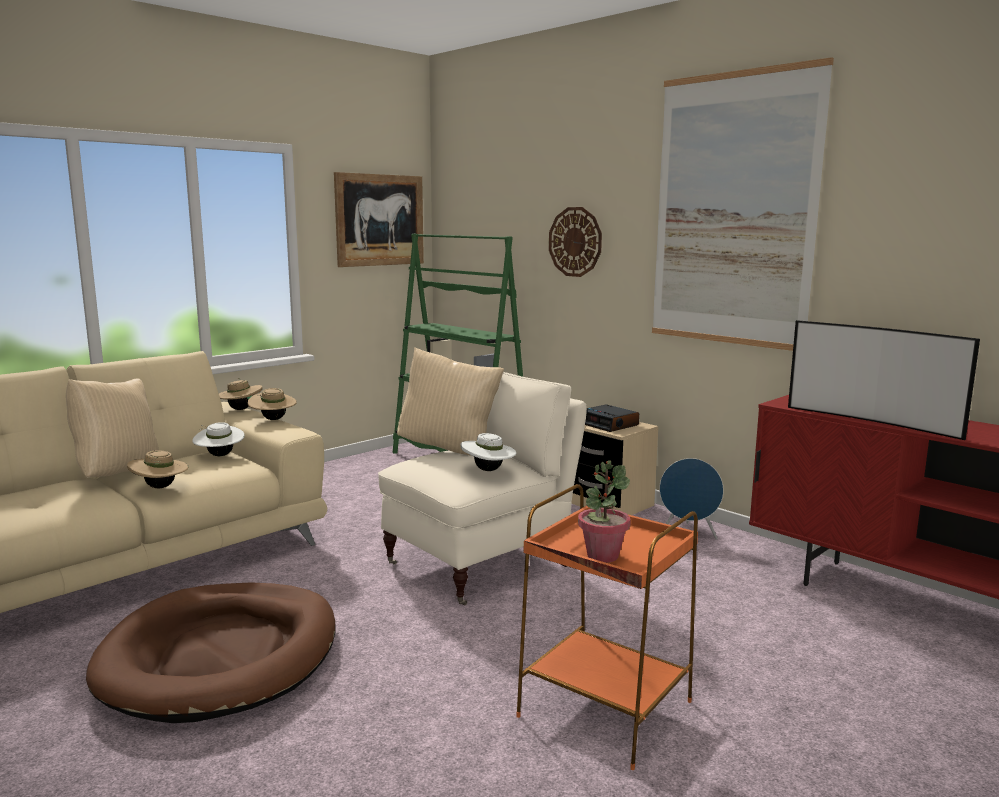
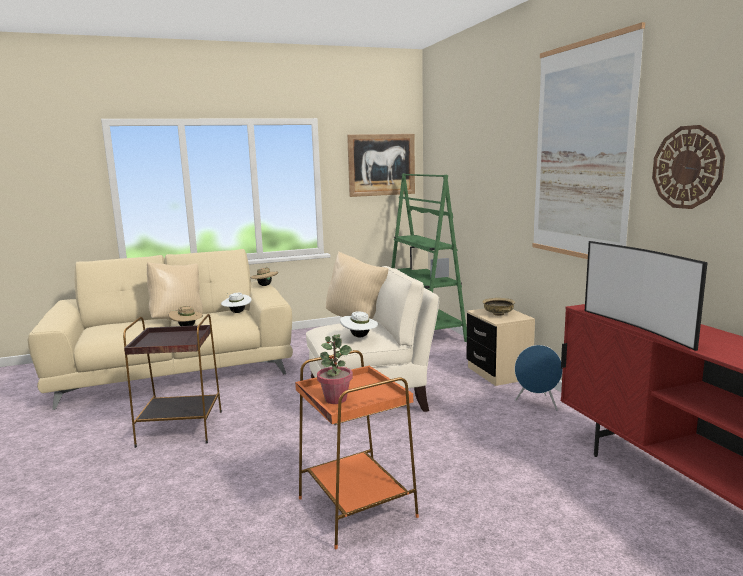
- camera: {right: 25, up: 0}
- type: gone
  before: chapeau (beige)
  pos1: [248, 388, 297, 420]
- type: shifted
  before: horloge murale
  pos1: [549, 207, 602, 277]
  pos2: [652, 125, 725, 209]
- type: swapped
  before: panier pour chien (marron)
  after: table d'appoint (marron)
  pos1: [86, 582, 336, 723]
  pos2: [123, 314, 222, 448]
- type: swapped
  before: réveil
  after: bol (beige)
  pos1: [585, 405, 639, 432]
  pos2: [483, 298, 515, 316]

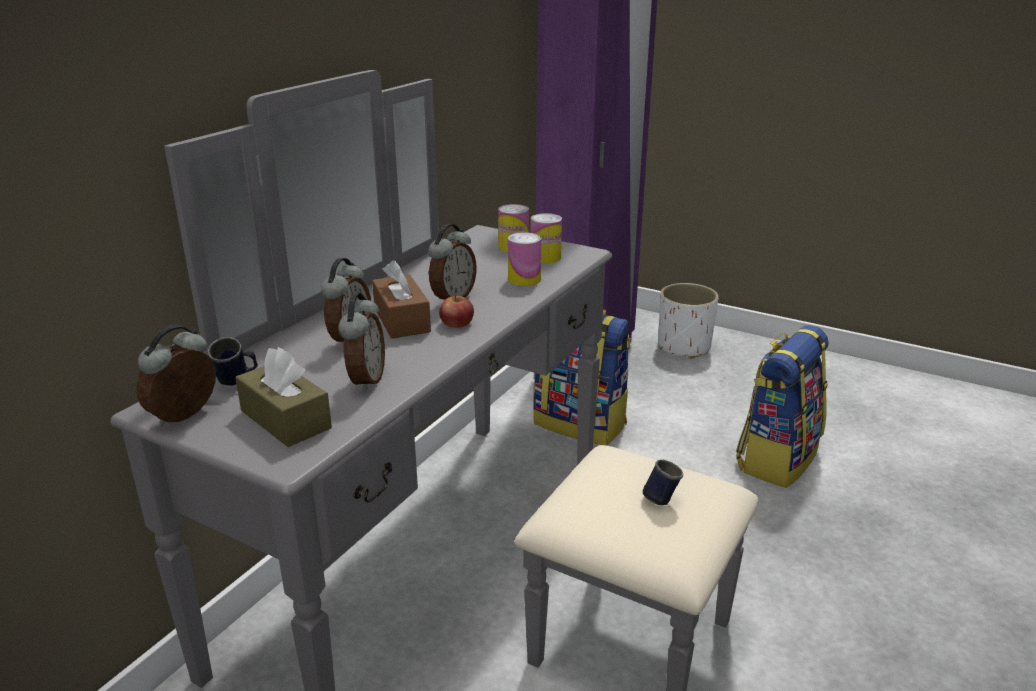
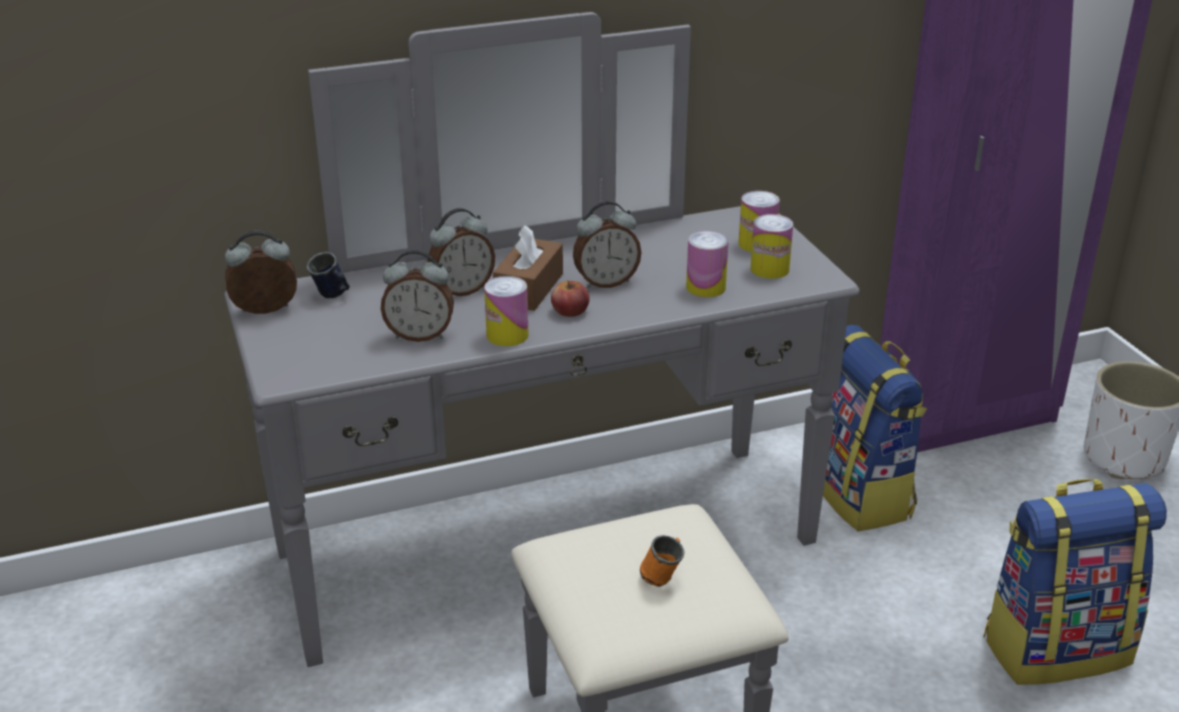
- camera: {right: 40, up: 5}
- type: gone
  before: boîte à mouchoirs (marron)
  pos1: [235, 347, 332, 447]
- type: new
  after: boîte métallique
  pos2: [484, 276, 529, 346]
- type: repainted
  before: mug (bleu)
  after: mug (orange)
  pos1: [643, 460, 683, 505]
  pos2: [640, 535, 684, 587]
- type: rotated
  before: réveil
  pos1: [338, 293, 385, 392]
  pos2: [381, 250, 454, 342]
  turn: 45

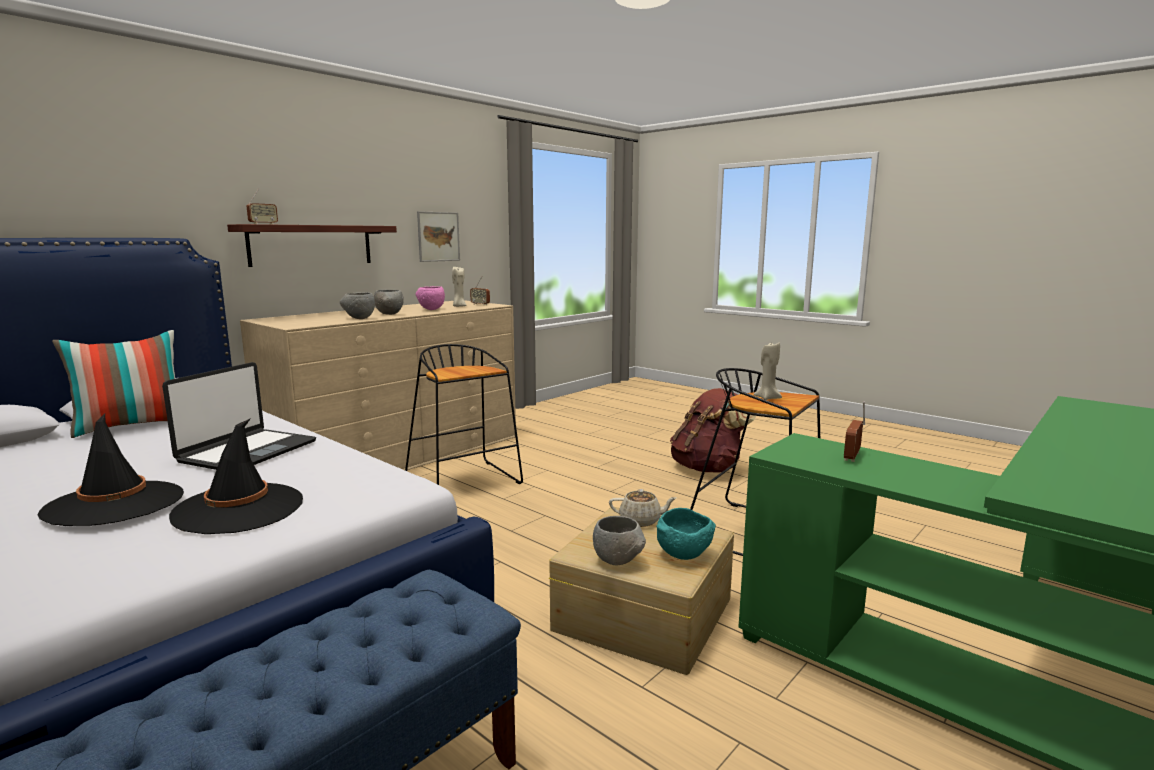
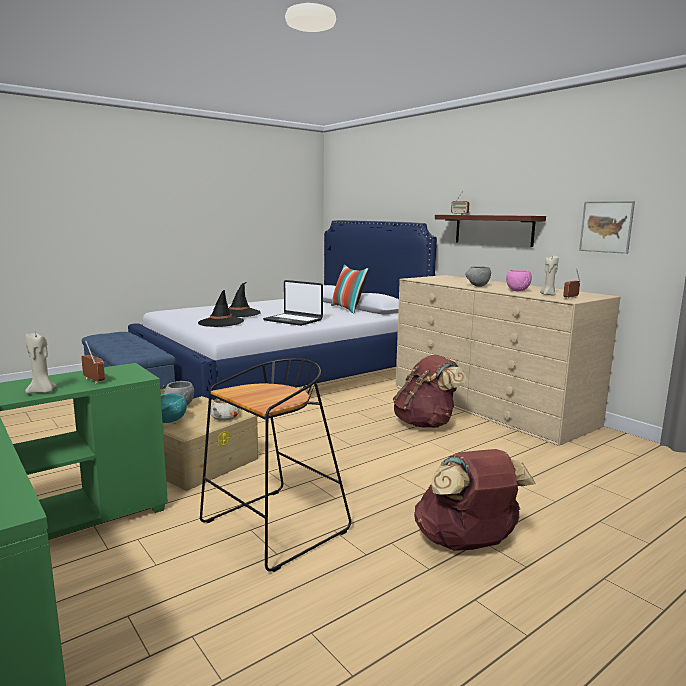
- camera: {right: 100, up: 0}
- type: gone
  before: bol (gris)
  pos1: [340, 292, 375, 319]
- type: shifted
  before: bougie (beige)
  pos1: [753, 343, 782, 400]
  pos2: [25, 333, 57, 393]
- type: swapped
  before: tabouret (noir)
  after: sac à dos (marron)
  pos1: [405, 344, 523, 485]
  pos2: [393, 355, 467, 428]

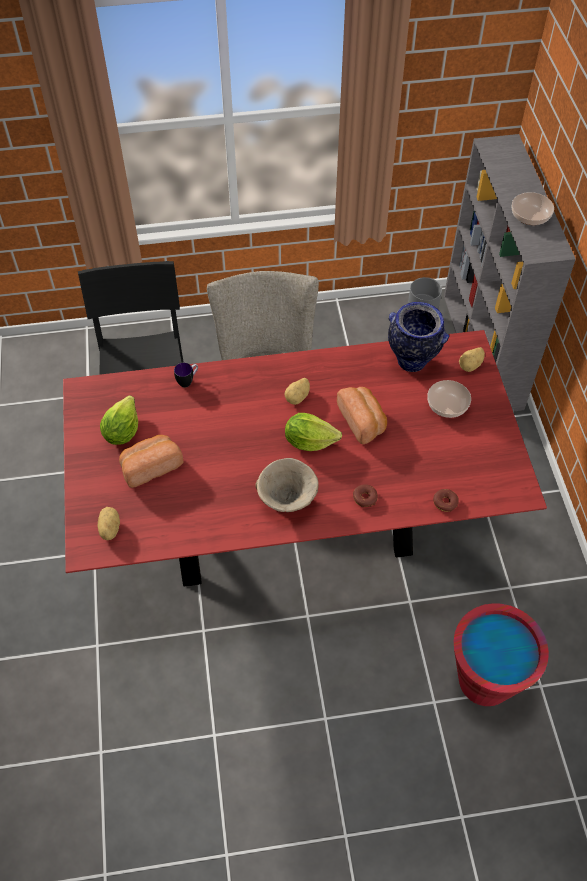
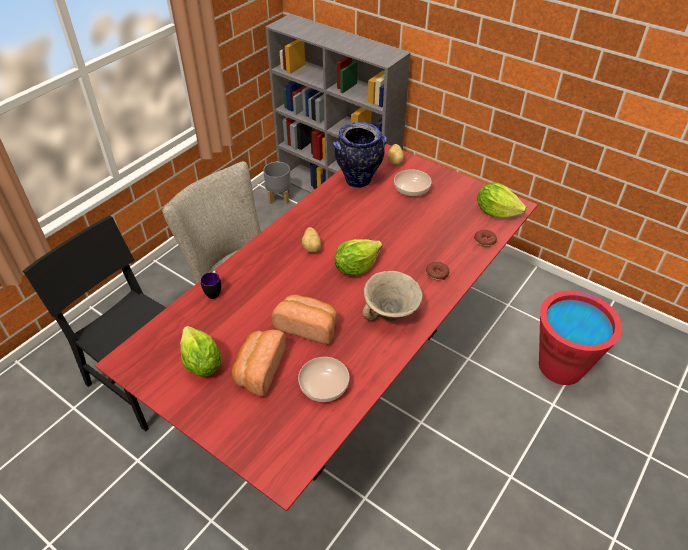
- camera: {right: -45, up: -10}
- type: gone
  before: pomme de terre
  pos1: [98, 507, 120, 540]
- type: new
  after: laitue
  pos2: [477, 182, 527, 218]
- type: shifted
  before: pain
  pos1: [337, 387, 387, 444]
  pos2: [271, 294, 338, 344]
- type: shifted
  before: bol
  pos1: [511, 192, 554, 225]
  pos2: [298, 357, 349, 402]

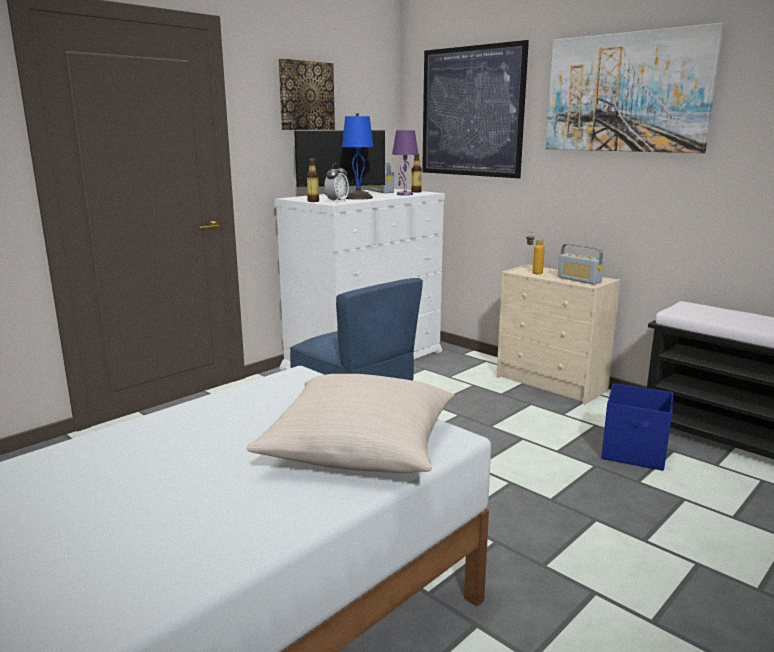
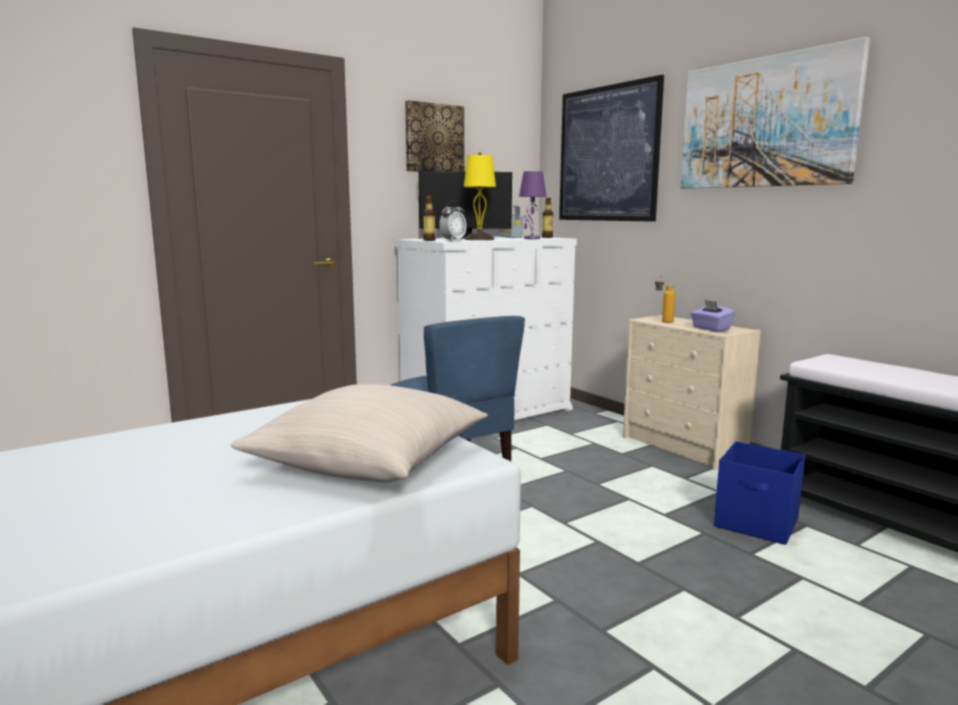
- camera: {right: 10, up: -5}
- type: swapped
  before: radio
  after: boîte à mouchoirs (violet)
  pos1: [558, 244, 604, 285]
  pos2: [691, 299, 735, 331]
- type: repainted
  before: lampe de table (bleu)
  after: lampe de table (jaune)
  pos1: [342, 113, 373, 200]
  pos2: [464, 152, 496, 240]

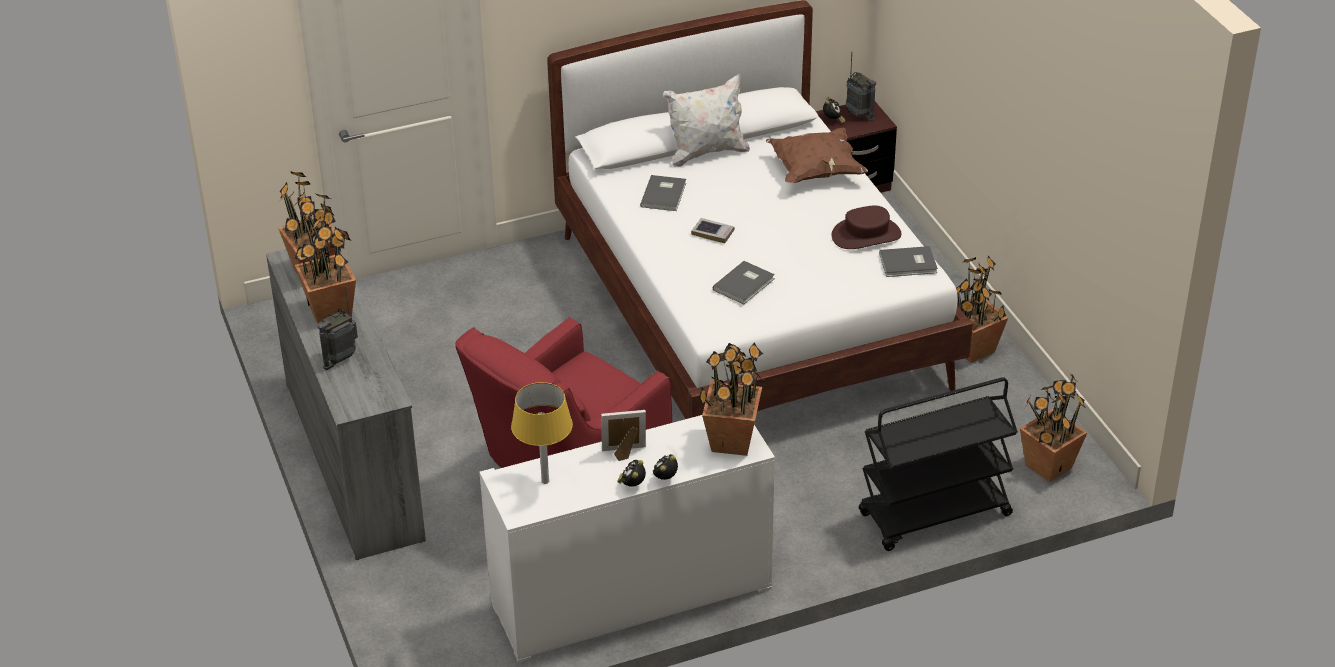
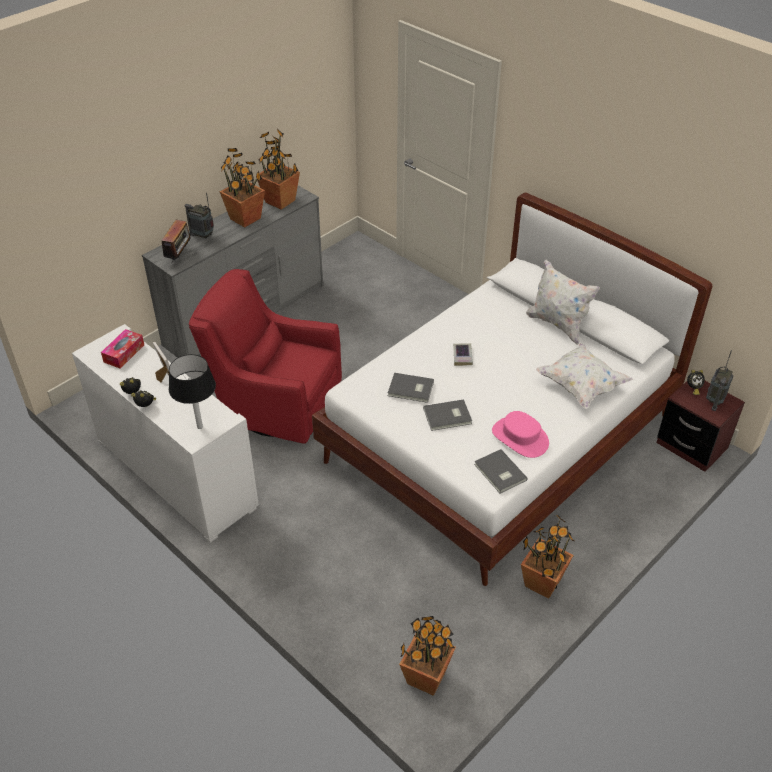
- camera: {right: 65, up: 5}
- type: gone
  before: chariot (noir)
  pos1: [859, 377, 1018, 551]
- type: new
  after: radio
  pos2: [161, 220, 191, 260]
- type: shifted
  before: livre (gris)
  pos1: [640, 175, 686, 211]
  pos2: [423, 399, 472, 431]
- type: swapped
  before: lampe de table (jaune)
  after: boîte à mouchoirs
  pos1: [511, 382, 573, 484]
  pos2: [101, 329, 144, 369]
- type: swapped
  before: plante en pot
  after: lampe de table (noir)
  pos1: [699, 342, 764, 456]
  pos2: [169, 354, 216, 429]
- type: repainted
  before: coussin (marron)
  after: coussin (blanc)
  pos1: [766, 128, 868, 183]
  pos2: [536, 343, 633, 409]
- type: repainted
  before: chapeau (marron)
  after: chapeau (rose)
  pos1: [832, 206, 902, 249]
  pos2: [492, 411, 549, 458]

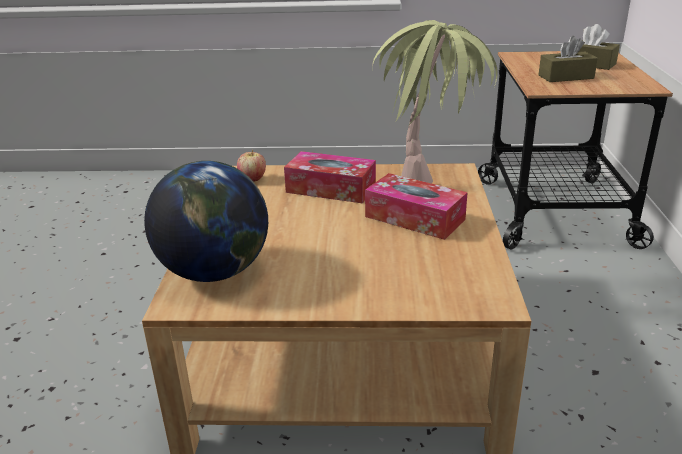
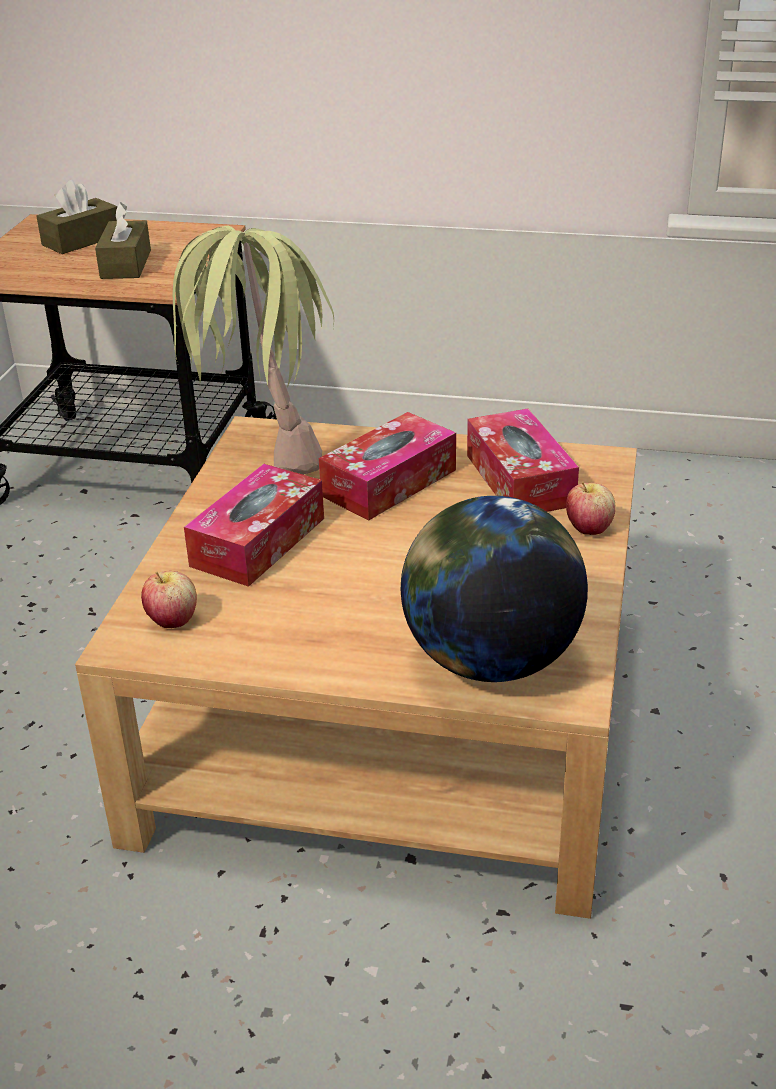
- camera: {right: -80, up: 5}
- type: new
  after: boîte à mouchoirs
  pos2: [467, 409, 579, 512]
- type: new
  after: pomme
  pos2: [566, 482, 616, 535]

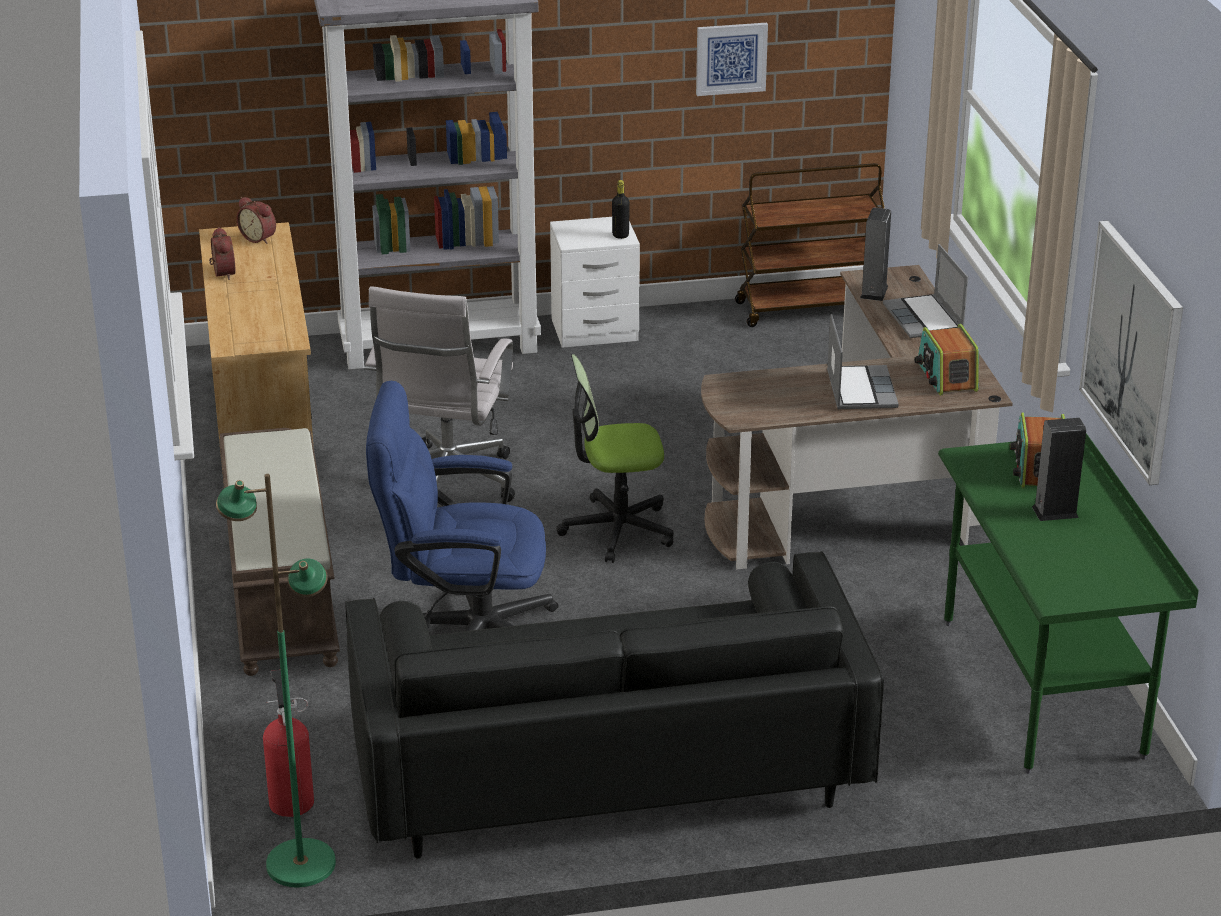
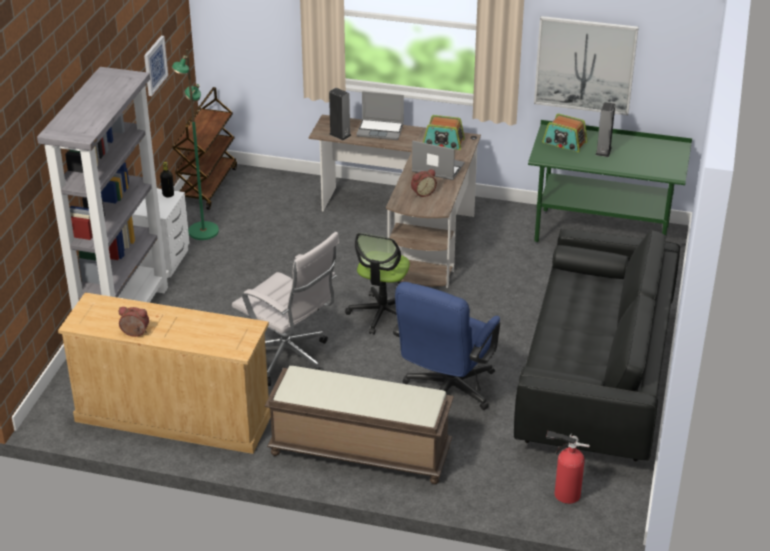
- camera: {right: -65, up: 5}
- type: shifted
  before: lampadaire (vert)
  pos1: [216, 474, 336, 887]
  pos2: [171, 49, 219, 240]
- type: shifted
  before: réveil
  pos1: [237, 197, 276, 244]
  pos2: [411, 169, 437, 197]

